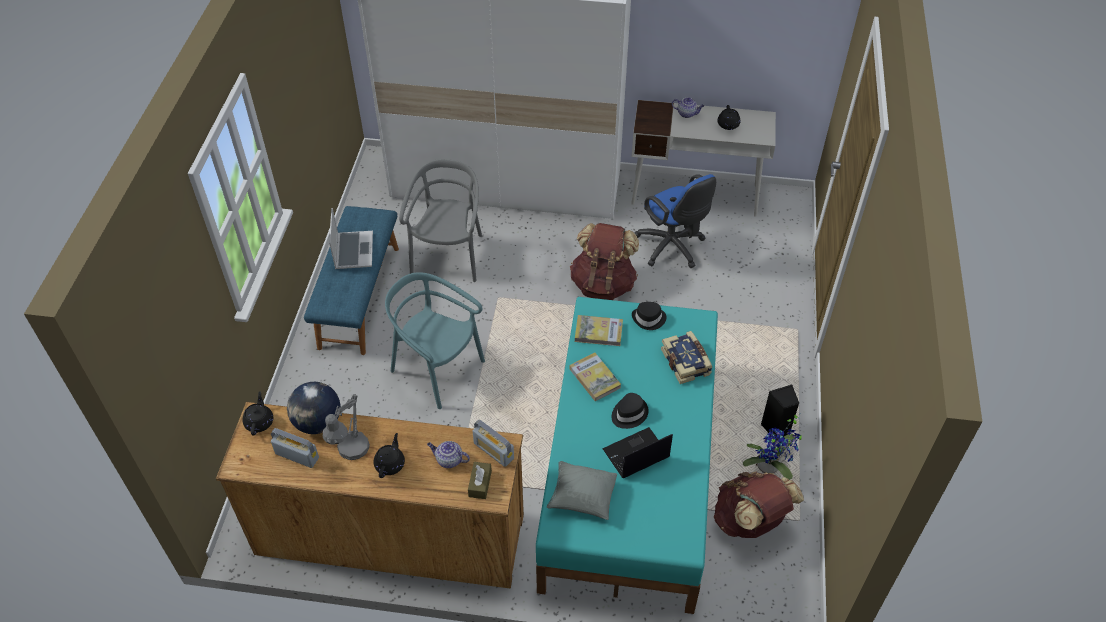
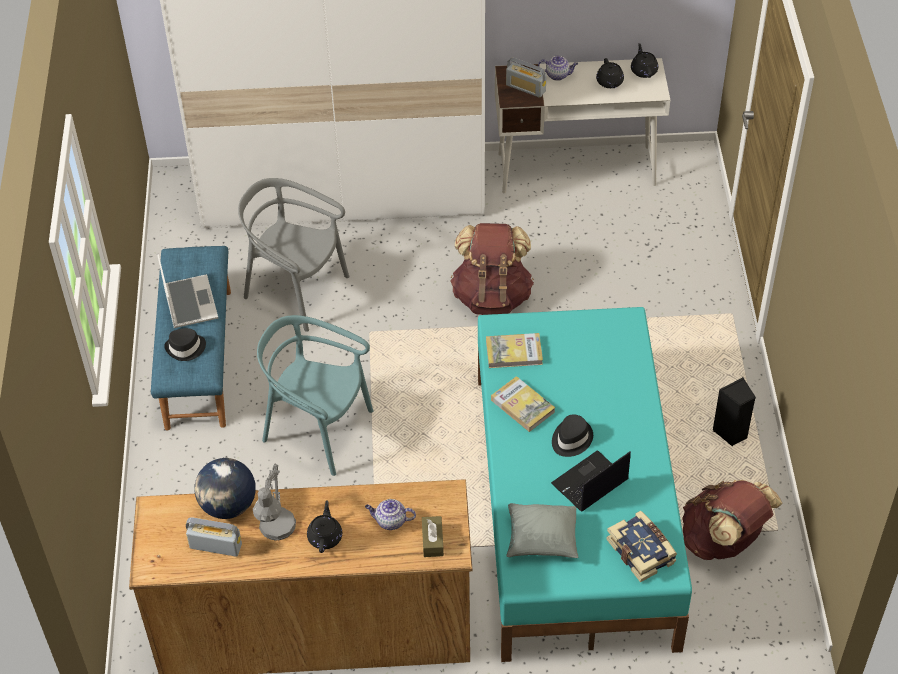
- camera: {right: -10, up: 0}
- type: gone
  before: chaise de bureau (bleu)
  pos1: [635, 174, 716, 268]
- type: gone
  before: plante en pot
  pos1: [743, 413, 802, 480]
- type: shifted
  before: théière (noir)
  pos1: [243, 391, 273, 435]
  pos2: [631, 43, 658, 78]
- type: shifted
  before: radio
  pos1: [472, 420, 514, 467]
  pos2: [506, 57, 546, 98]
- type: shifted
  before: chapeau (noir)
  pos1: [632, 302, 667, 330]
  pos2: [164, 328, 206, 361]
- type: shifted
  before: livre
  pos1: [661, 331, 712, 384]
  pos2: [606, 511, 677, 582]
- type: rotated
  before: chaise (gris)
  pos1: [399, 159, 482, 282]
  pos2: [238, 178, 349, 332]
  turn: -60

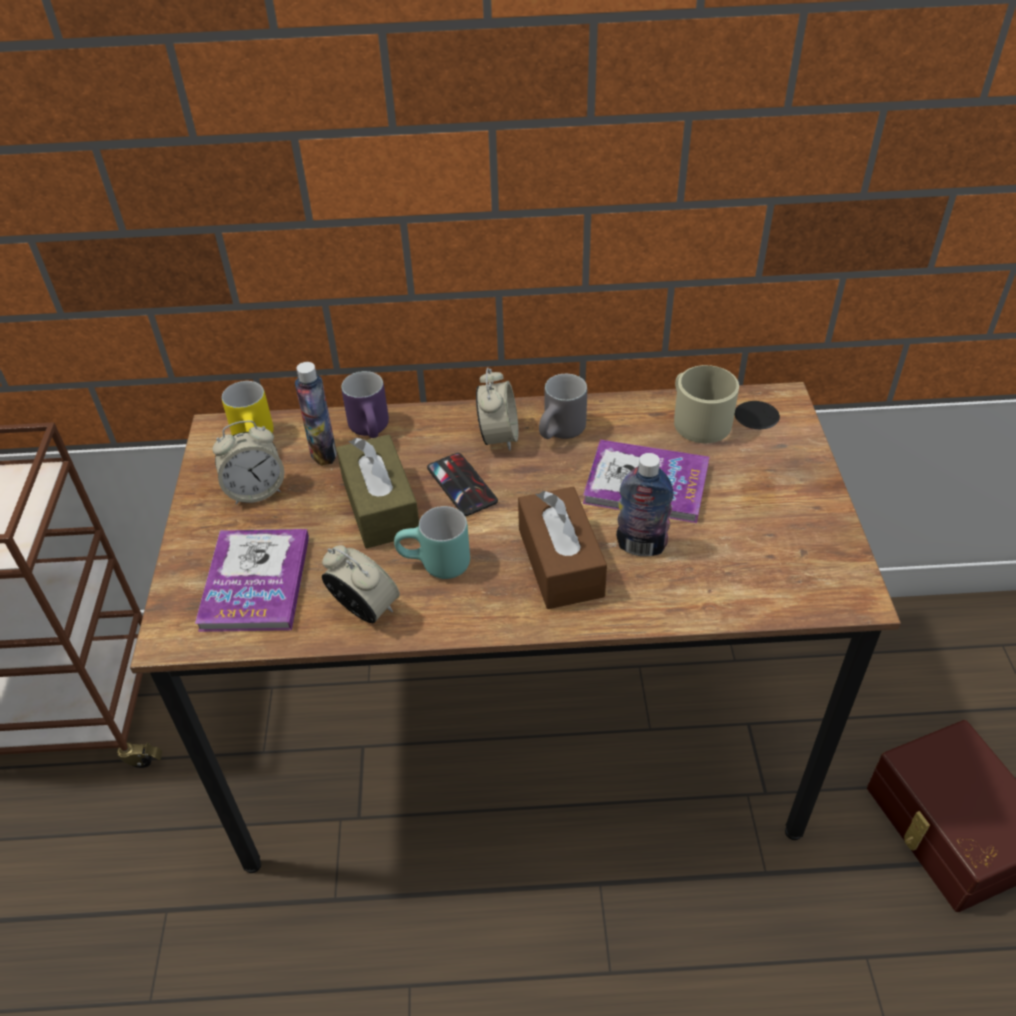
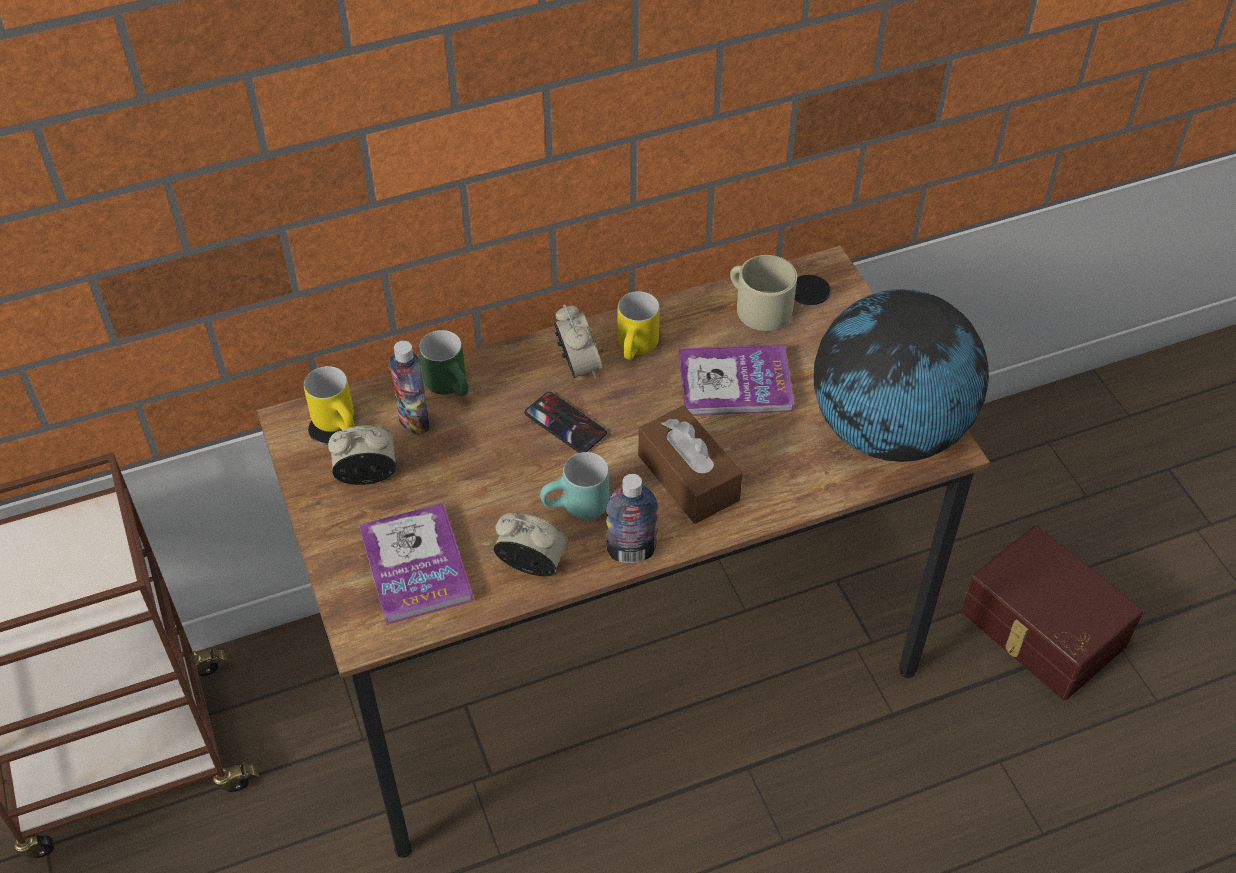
- camera: {right: -20, up: 5}
- type: gone
  before: boîte à mouchoirs (marron)
  pos1: [336, 434, 419, 549]
- type: new
  after: globe
  pos2: [814, 289, 989, 462]
- type: shifted
  before: bouteille
  pos1: [616, 453, 674, 556]
  pos2: [606, 474, 658, 563]
- type: repainted
  before: mug (violet)
  after: mug (vert)
  pos1: [341, 371, 389, 438]
  pos2: [419, 330, 469, 396]
- type: repainted
  before: mug (gris)
  after: mug (jaune)
  pos1: [539, 374, 587, 439]
  pos2: [618, 291, 660, 360]
- type: rotated
  before: réveil
  pos1: [213, 421, 284, 505]
  pos2: [328, 425, 396, 485]
  turn: -150

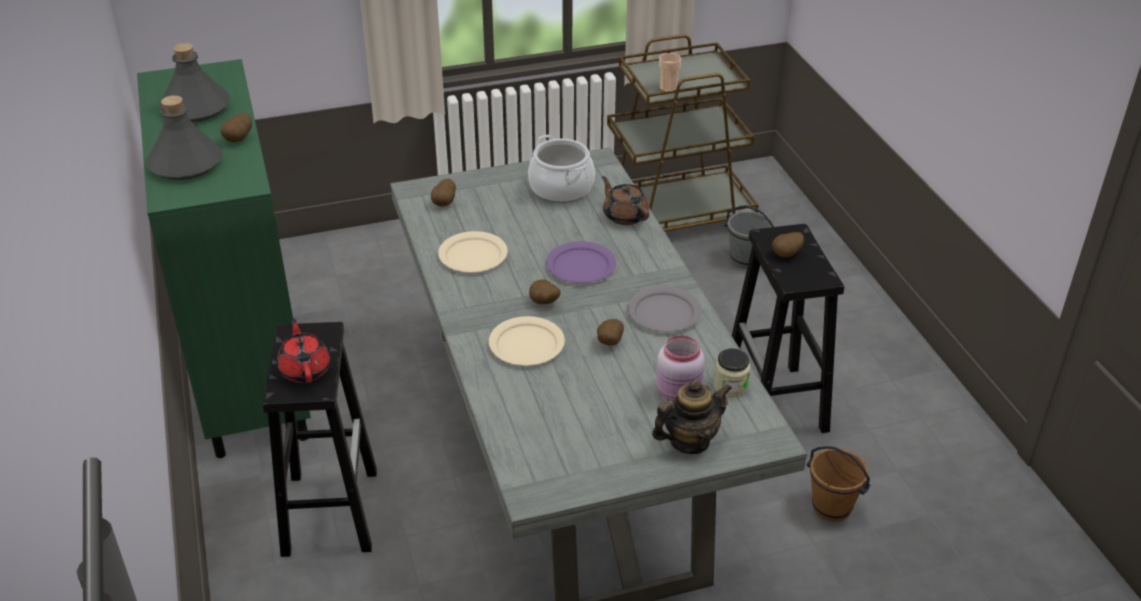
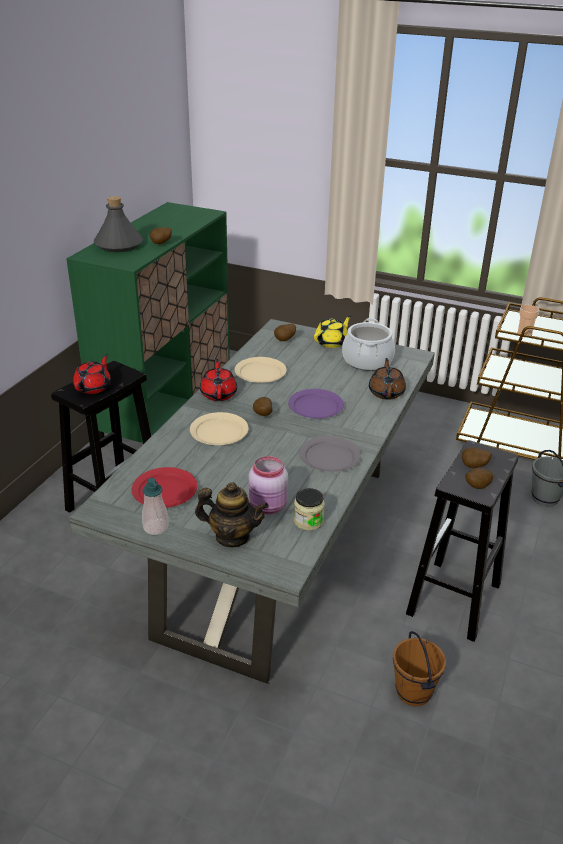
- camera: {right: 40, up: -5}
- type: gone
  before: bouteille (gris)
  pos1: [159, 43, 230, 122]
- type: new
  after: assiette (rouge)
  pos2: [132, 467, 198, 508]
- type: new
  after: distributeur de savon
  pos2: [142, 478, 169, 535]
- type: new
  after: théière (rouge)
  pos2: [200, 359, 237, 401]
- type: new
  after: théière (jaune)
  pos2: [314, 316, 351, 348]
- type: shifted
  before: pomme de terre
  pos1: [597, 319, 624, 346]
  pos2: [465, 468, 493, 489]

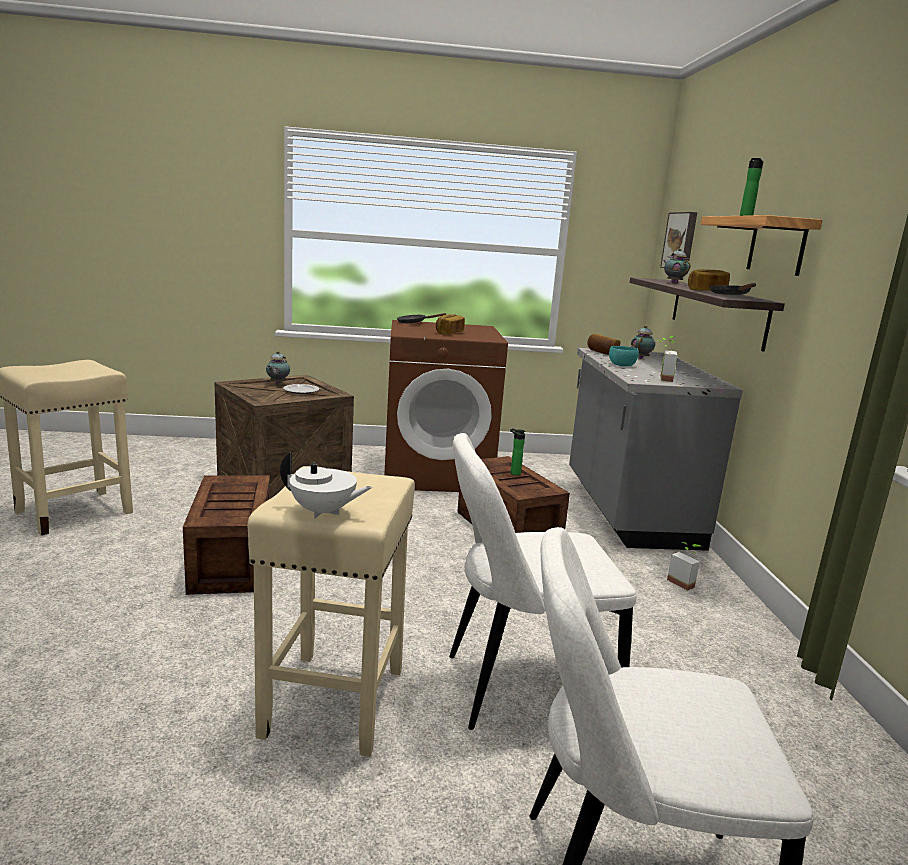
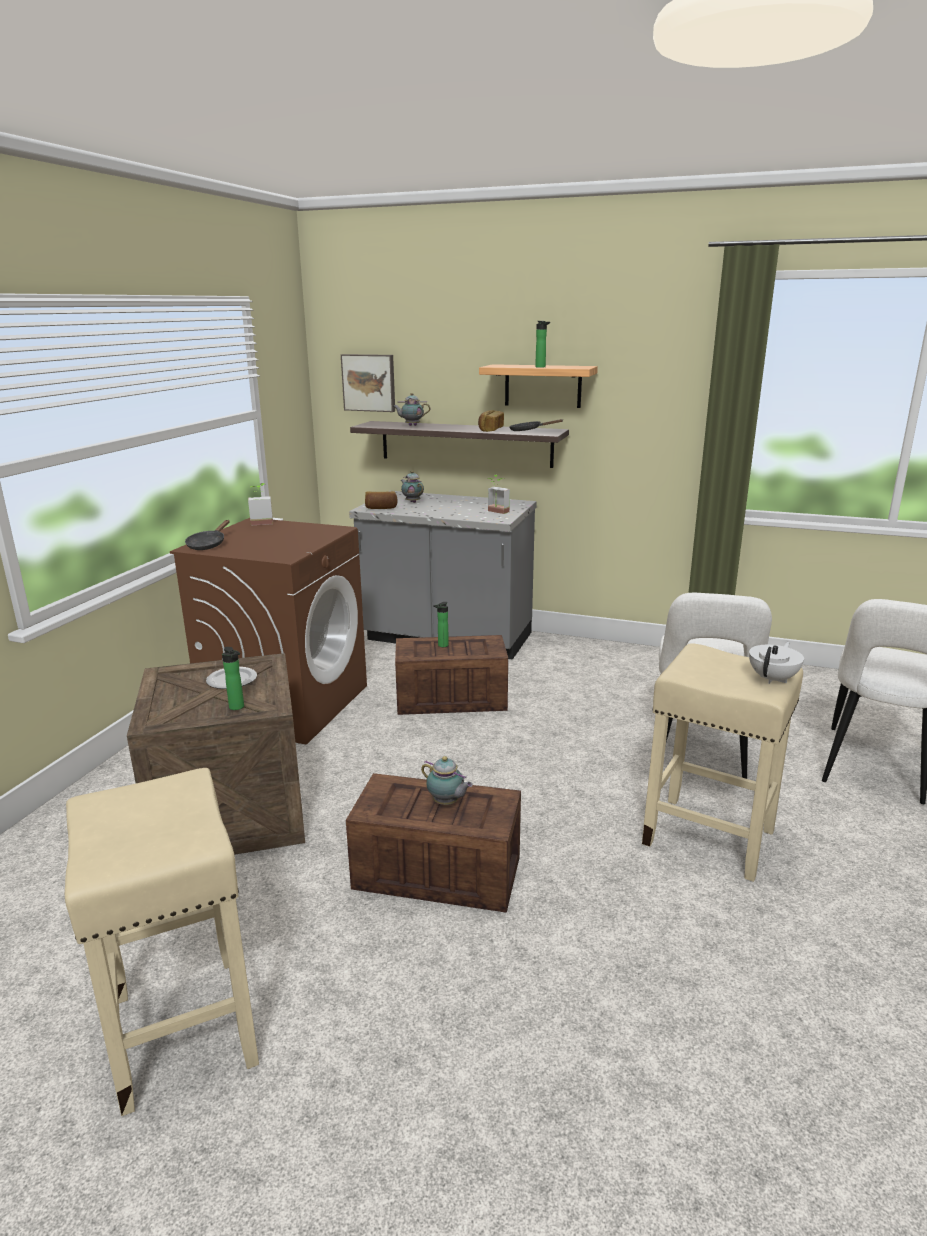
- camera: {right: -65, up: 5}
- type: gone
  before: pain
  pos1: [436, 314, 465, 334]
- type: gone
  before: bol (turquoise)
  pos1: [609, 346, 639, 366]
- type: new
  after: bouteille
  pos2: [222, 647, 244, 710]
- type: shifted
  before: théière
  pos1: [266, 351, 290, 384]
  pos2: [421, 756, 473, 805]
- type: shifted
  before: plante en pot
  pos1: [667, 542, 702, 591]
  pos2: [248, 483, 273, 525]

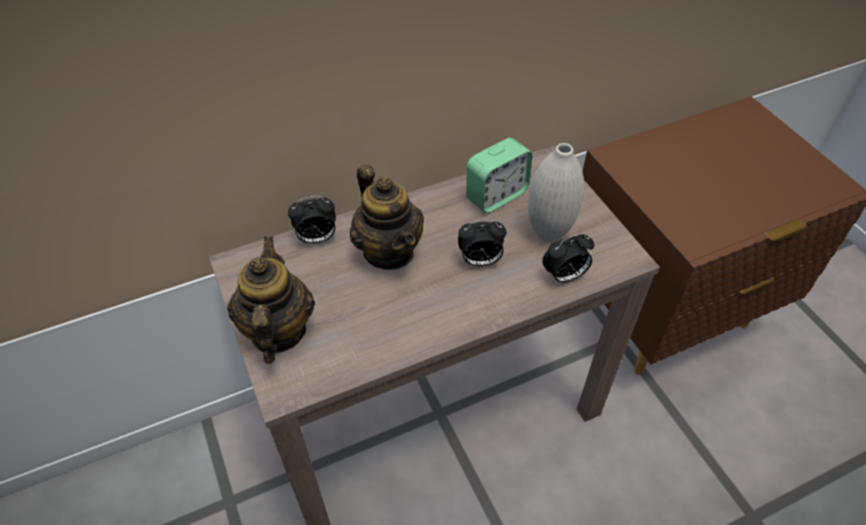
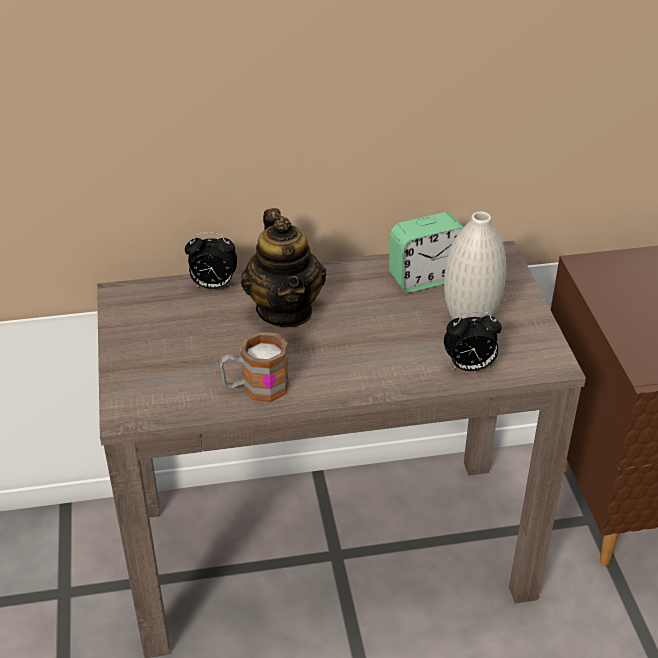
- camera: {right: 15, up: -10}
- type: gone
  before: théière
  pos1: [227, 236, 315, 364]
- type: gone
  before: réveil
  pos1: [458, 220, 507, 267]
- type: new
  after: mug
  pos2: [219, 332, 289, 402]

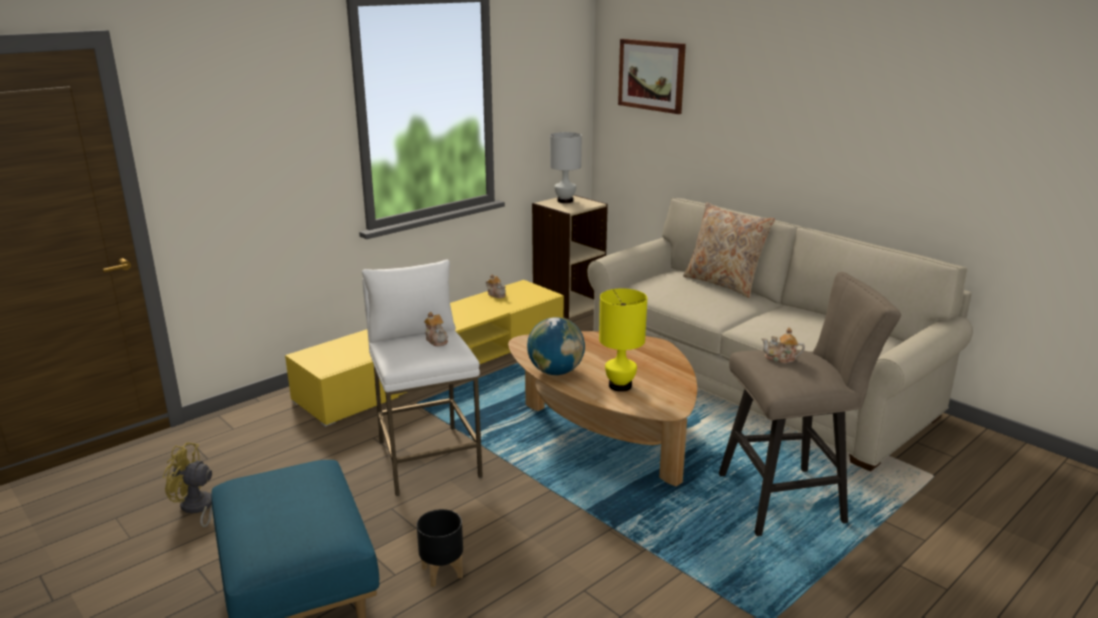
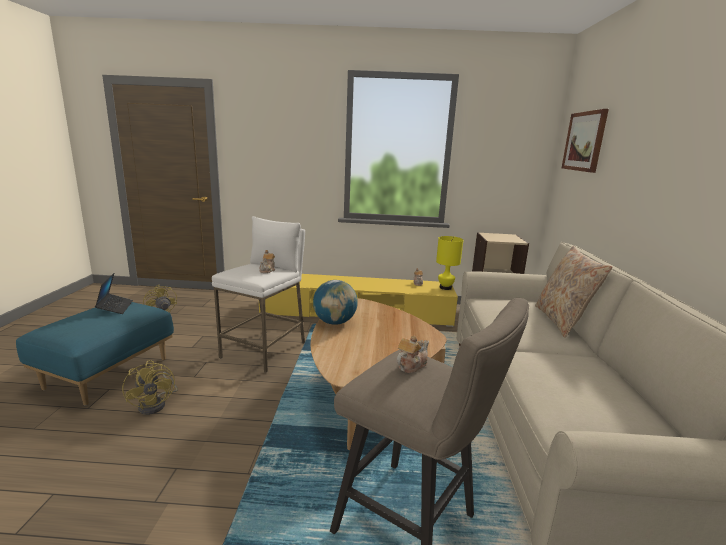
- camera: {right: 45, up: -5}
- type: gone
  before: lampe de table (blanc)
  pos1: [550, 132, 582, 203]
- type: new
  after: ordinateur portable
  pos2: [95, 273, 133, 314]
- type: shifted
  before: lampe de table (jaune)
  pos1: [599, 288, 647, 392]
  pos2: [436, 236, 463, 290]
- type: swapped
  before: cache-pot (noir)
  after: ventilateur (jaune)
  pos1: [417, 509, 463, 587]
  pos2: [122, 360, 178, 415]
- type: rotated
  before: théière
  pos1: [762, 327, 805, 363]
  pos2: [396, 336, 429, 373]
  turn: 75

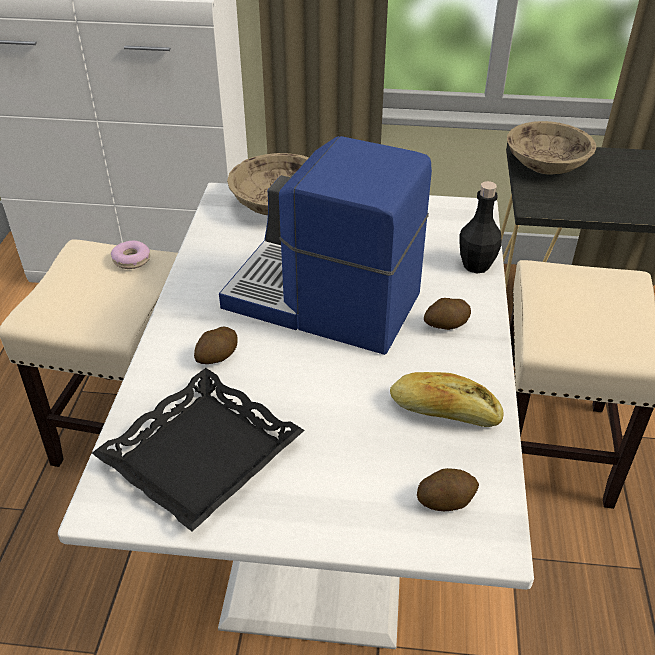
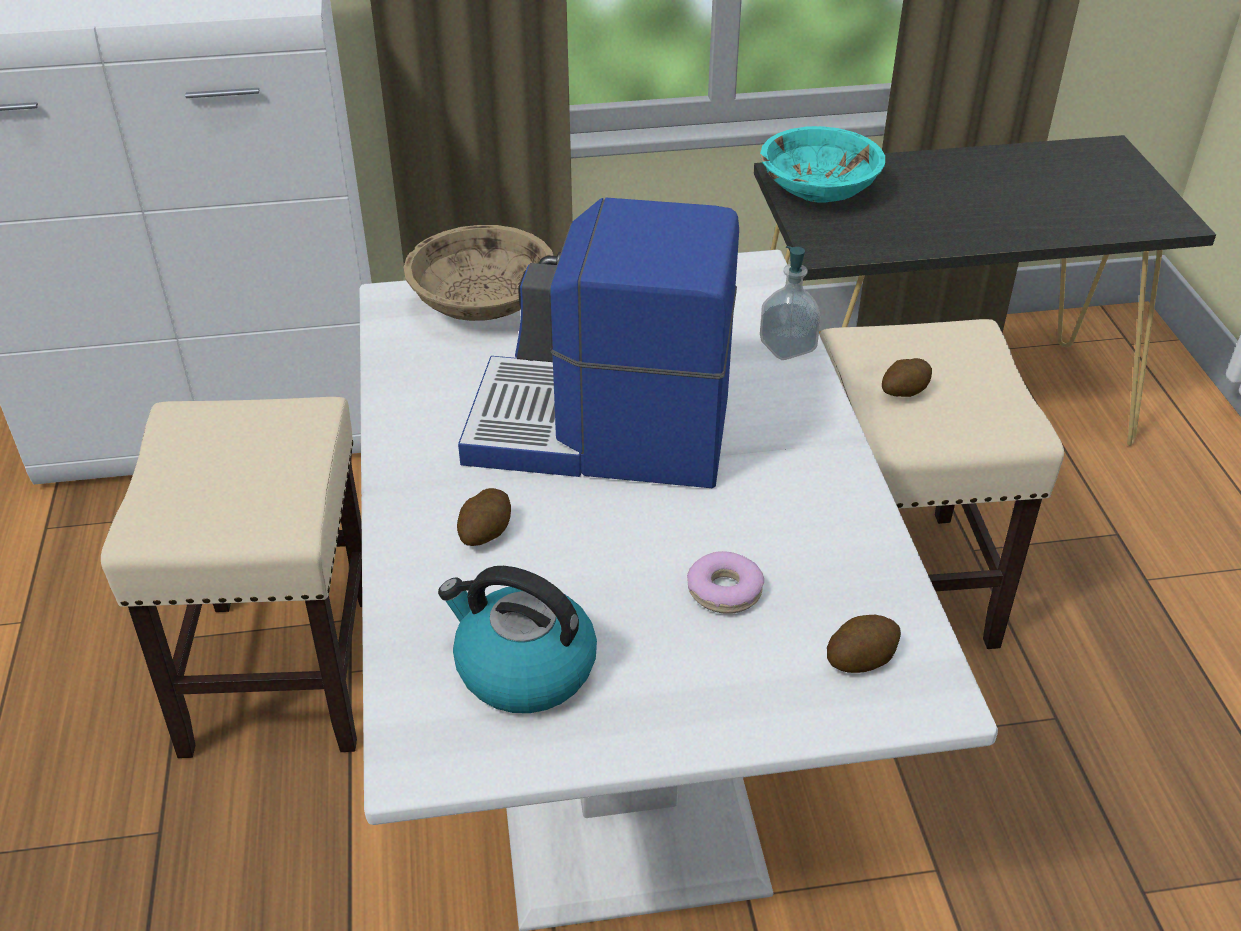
- camera: {right: -15, up: 0}
- type: gone
  before: pain
  pos1: [390, 372, 503, 427]
- type: shifted
  before: beignet
  pos1: [111, 241, 150, 269]
  pos2: [687, 551, 764, 614]
- type: shifted
  before: pomme de terre
  pos1: [424, 298, 471, 330]
  pos2: [882, 358, 932, 397]
- type: swapped
  before: plateau (noir)
  after: bouilloire
  pos1: [92, 368, 305, 531]
  pos2: [438, 566, 597, 713]
- type: swapped
  before: bouteille (noir)
  after: distributeur de savon
  pos1: [460, 181, 502, 274]
  pos2: [760, 246, 821, 360]
- type: repainted
  before: bol (beige)
  after: bol (turquoise)
  pos1: [507, 121, 596, 175]
  pos2: [760, 126, 885, 203]

